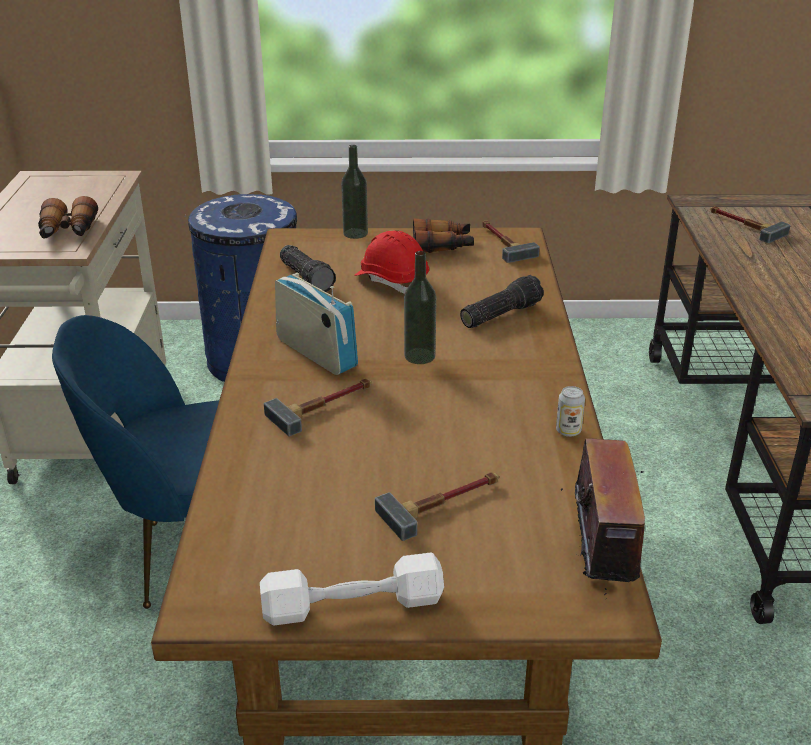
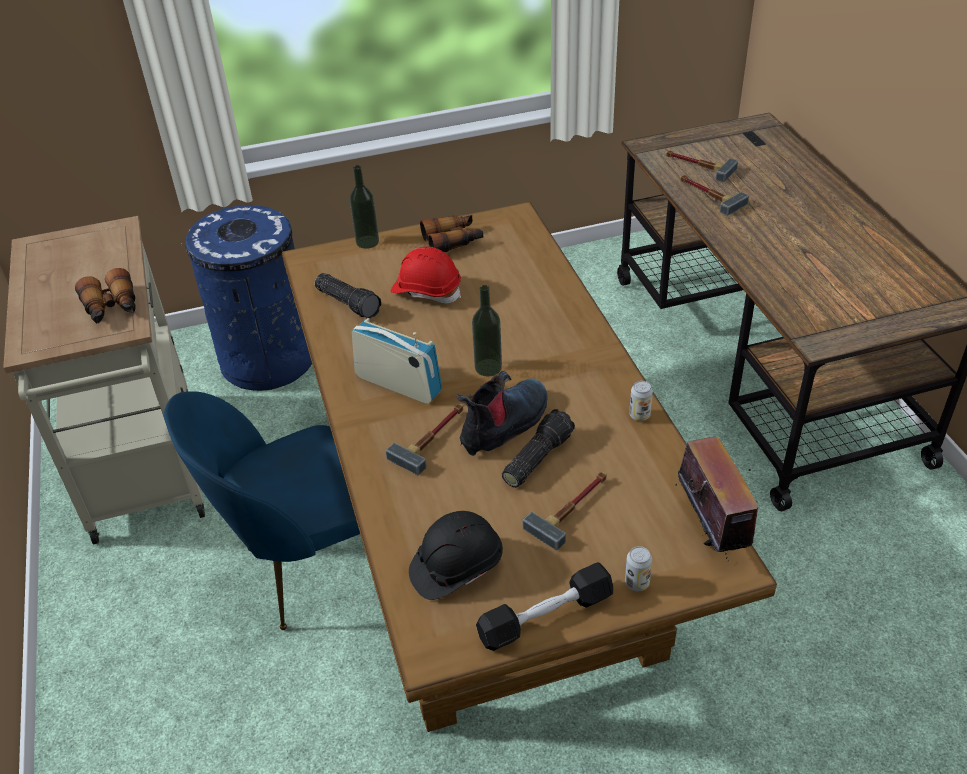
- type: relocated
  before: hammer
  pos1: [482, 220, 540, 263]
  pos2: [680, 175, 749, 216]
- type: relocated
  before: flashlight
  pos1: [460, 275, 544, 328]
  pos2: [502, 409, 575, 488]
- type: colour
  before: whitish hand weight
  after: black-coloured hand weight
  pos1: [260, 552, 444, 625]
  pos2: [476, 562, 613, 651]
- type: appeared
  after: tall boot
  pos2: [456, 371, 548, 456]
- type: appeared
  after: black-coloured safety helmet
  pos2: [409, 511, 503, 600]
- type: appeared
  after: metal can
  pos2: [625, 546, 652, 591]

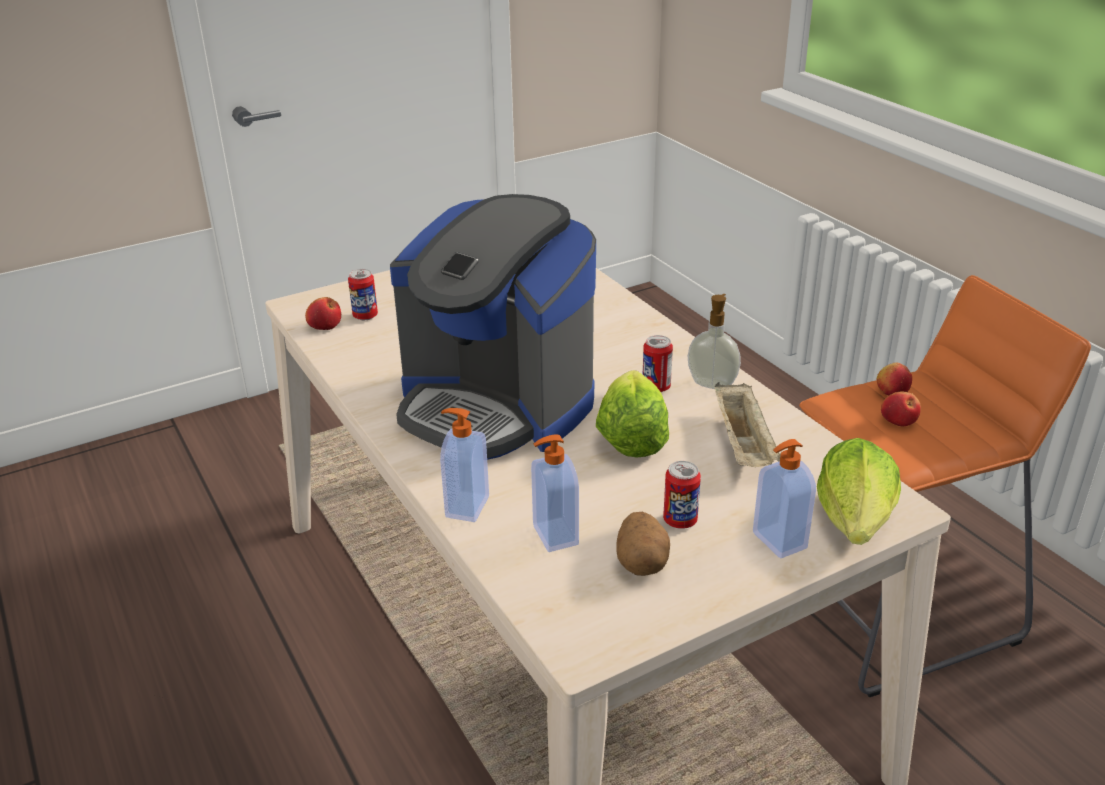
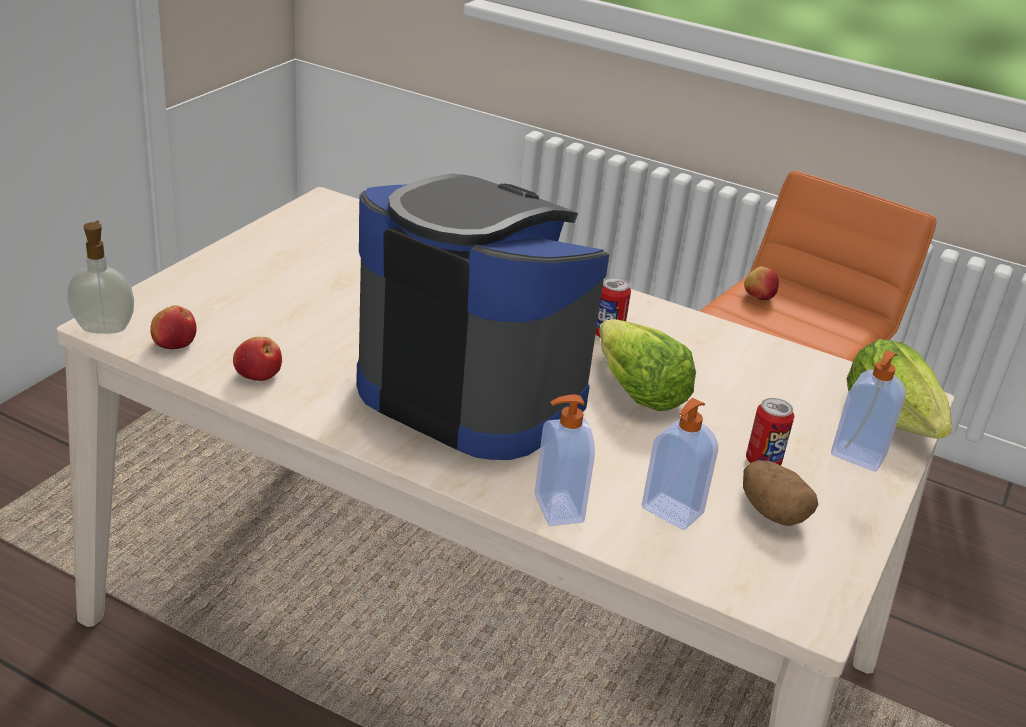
- type: spun
  before: coffee brewer
  pos1: [390, 194, 596, 460]
  pos2: [357, 174, 609, 460]
  turn: -150
- type: missing
  before: metal can
  pos1: [348, 269, 378, 320]
- type: relocated
  before: liquid soap bottle
  pos1: [688, 294, 741, 389]
  pos2: [68, 221, 134, 334]
- type: missing
  before: beige-coloured serving tray
  pos1: [715, 382, 782, 467]
- type: relocated
  before: whole apple
  pos1: [881, 391, 921, 426]
  pos2: [233, 337, 282, 381]

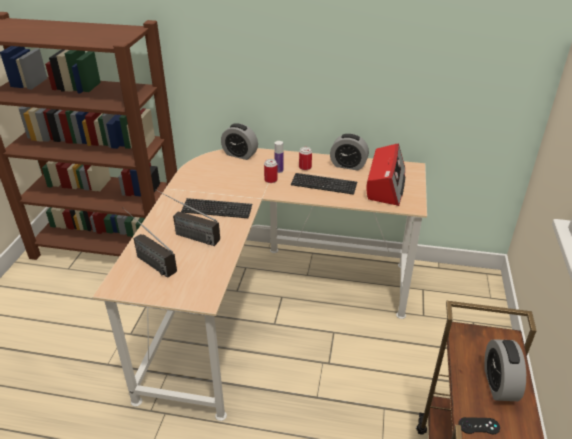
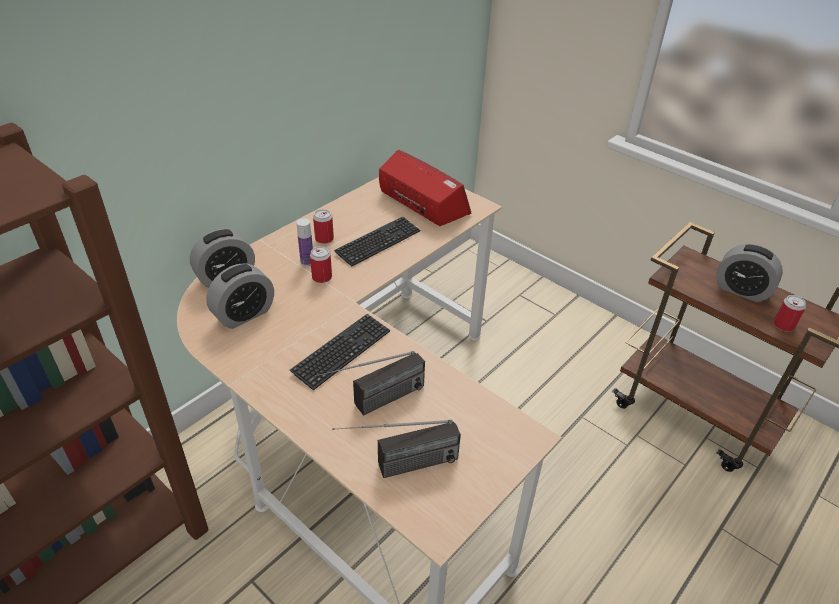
- type: relocated
  before: table clock
  pos1: [330, 134, 369, 170]
  pos2: [206, 263, 274, 329]
- type: exchanged
  before: black-coloured game controller
  after: metal can
  pos1: [458, 417, 500, 434]
  pos2: [773, 295, 806, 332]

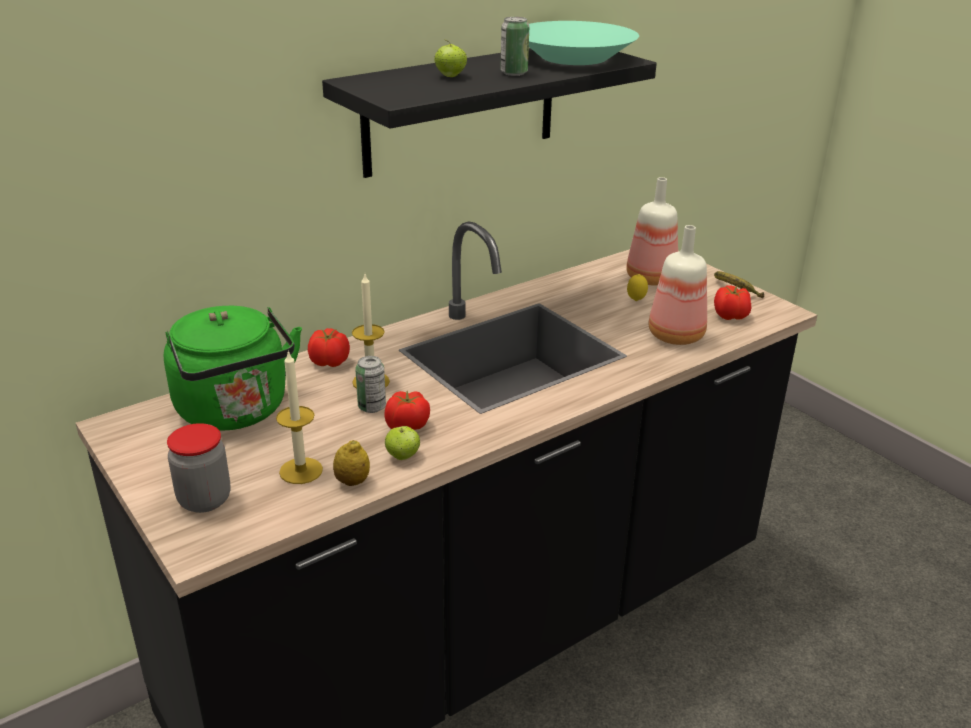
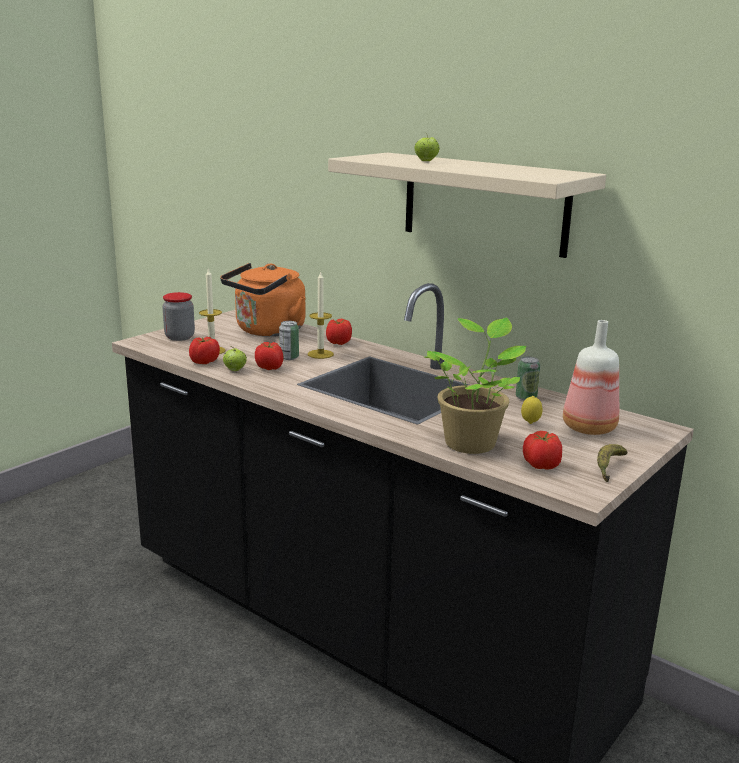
- type: relocated
  before: metal can
  pos1: [500, 17, 529, 76]
  pos2: [516, 357, 540, 400]
- type: missing
  before: turquoise-coloured deep dish
  pos1: [529, 21, 639, 65]
- type: colour
  before: black-coloured bracket shelf
  after: beige-coloured bracket shelf
  pos1: [322, 48, 657, 178]
  pos2: [328, 153, 606, 258]
- type: exchanged
  before: bottle
  after: houseplant
  pos1: [649, 225, 707, 345]
  pos2: [425, 317, 526, 454]
- type: colour
  before: greenish water kettle
  after: orange water kettle
  pos1: [164, 306, 302, 431]
  pos2: [220, 263, 306, 337]
- type: exchanged
  before: lemon
  after: whole tomato
  pos1: [333, 440, 370, 486]
  pos2: [189, 337, 220, 364]

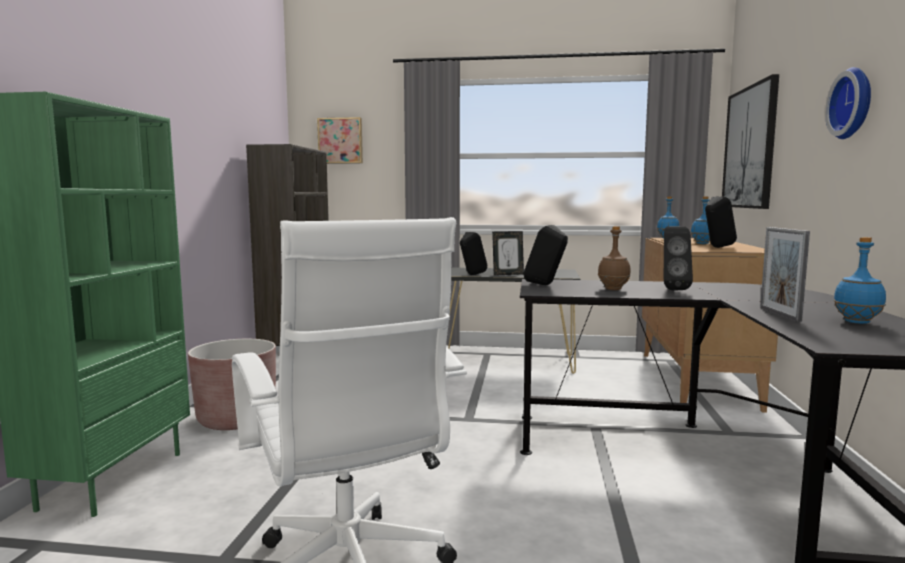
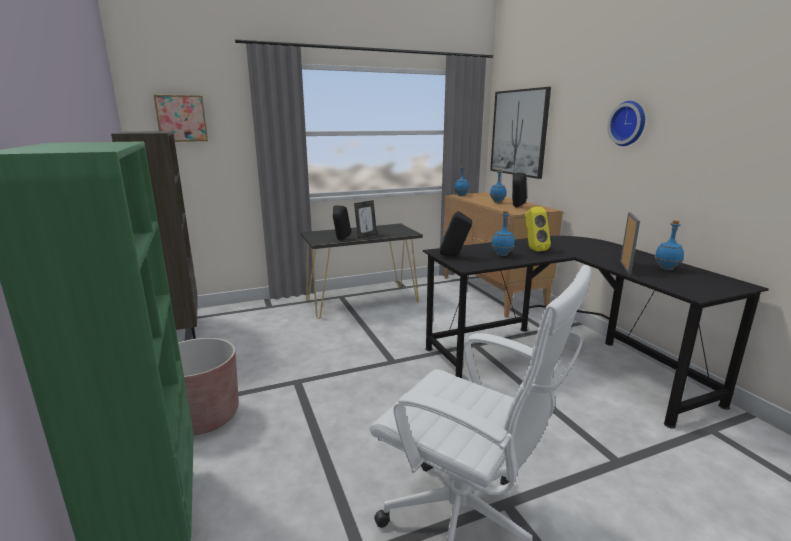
- type: colour
  before: brown-coloured bottle
  after: bluish bottle
  pos1: [598, 226, 631, 290]
  pos2: [492, 211, 515, 256]
- type: colour
  before: black-coloured audio speaker
  after: yellow audio speaker
  pos1: [664, 226, 693, 291]
  pos2: [525, 207, 551, 252]
- type: spun
  before: photo frame
  pos1: [760, 227, 810, 322]
  pos2: [620, 212, 640, 274]
  turn: -135

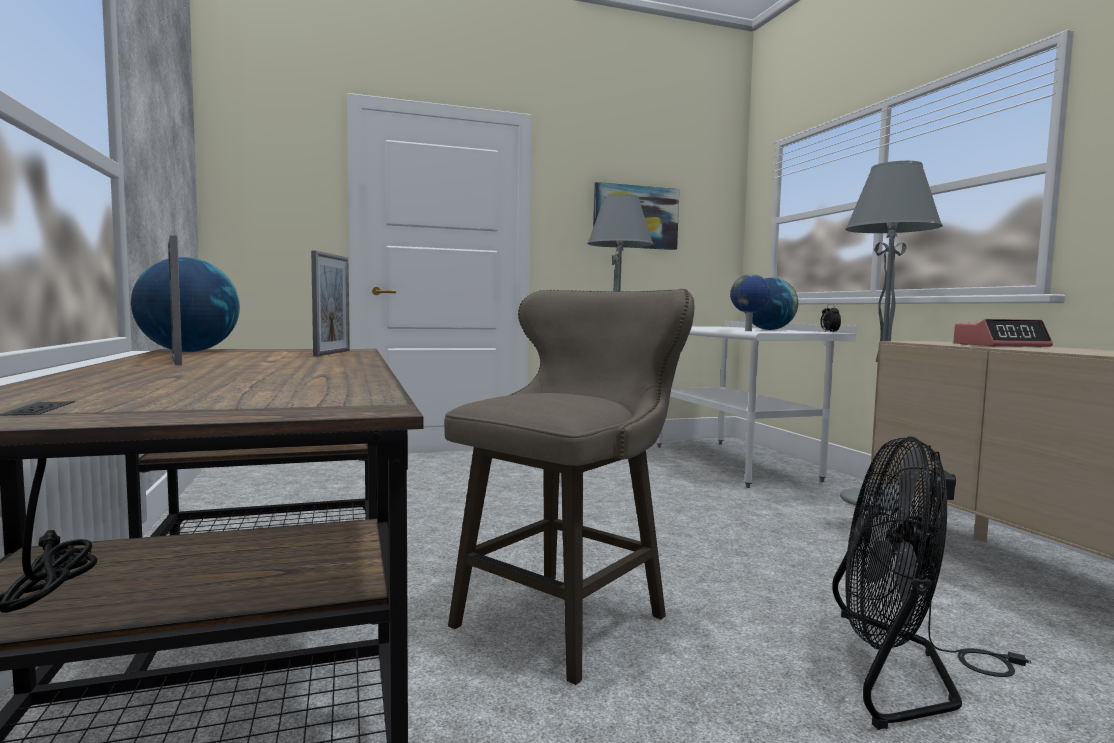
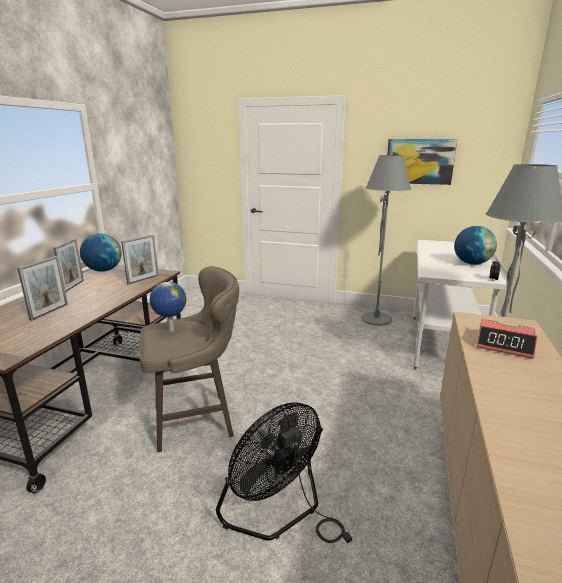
- type: relocated
  before: world globe
  pos1: [730, 274, 771, 331]
  pos2: [150, 282, 186, 332]
- type: appeared
  after: photo frame
  pos2: [17, 256, 68, 321]

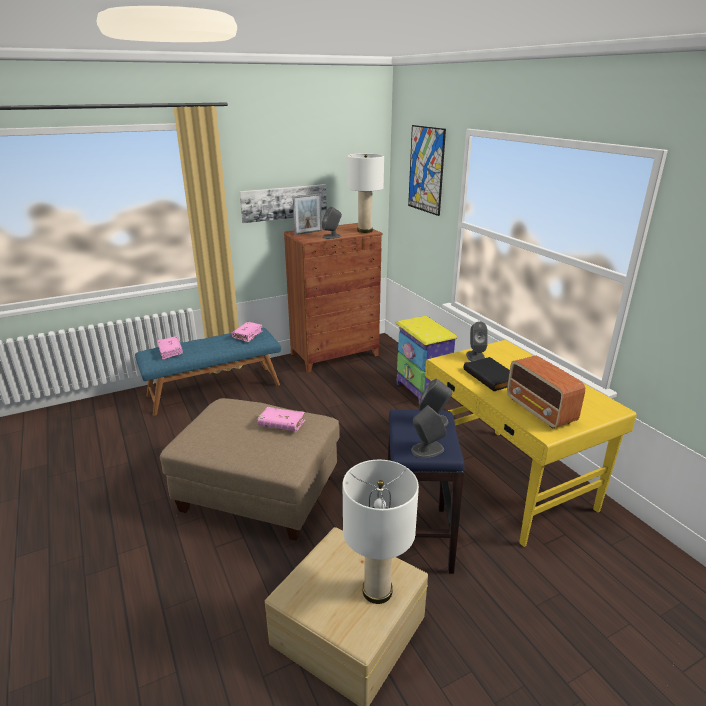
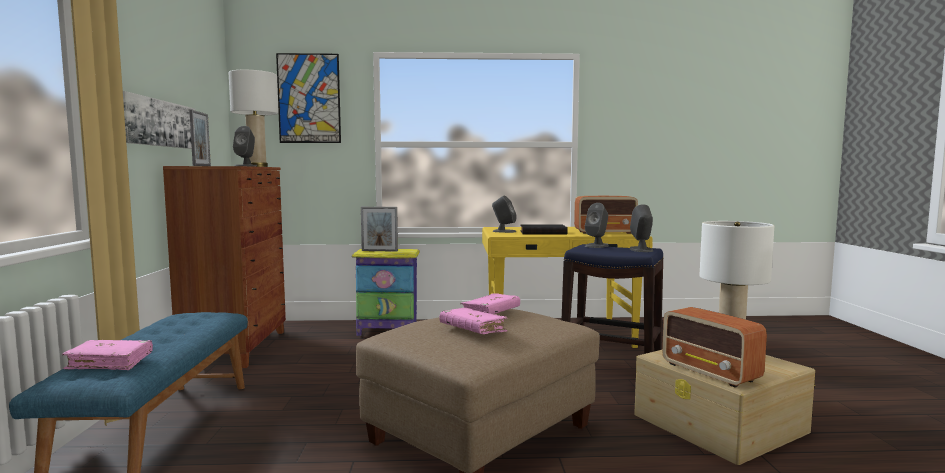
- type: relocated
  before: pinkish volume
  pos1: [231, 322, 263, 342]
  pos2: [439, 308, 508, 334]
- type: appeared
  after: photo frame
  pos2: [361, 207, 398, 252]
- type: appeared
  after: radio set
  pos2: [662, 307, 767, 388]

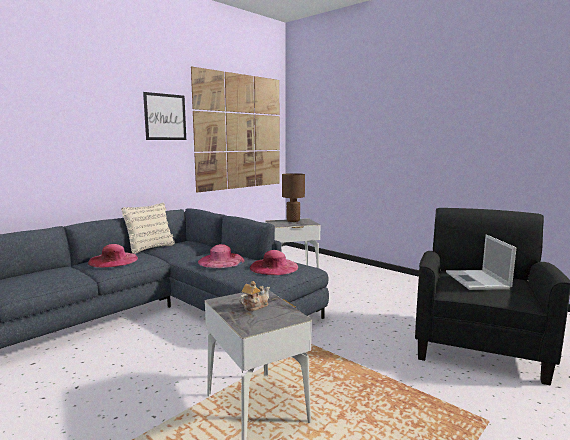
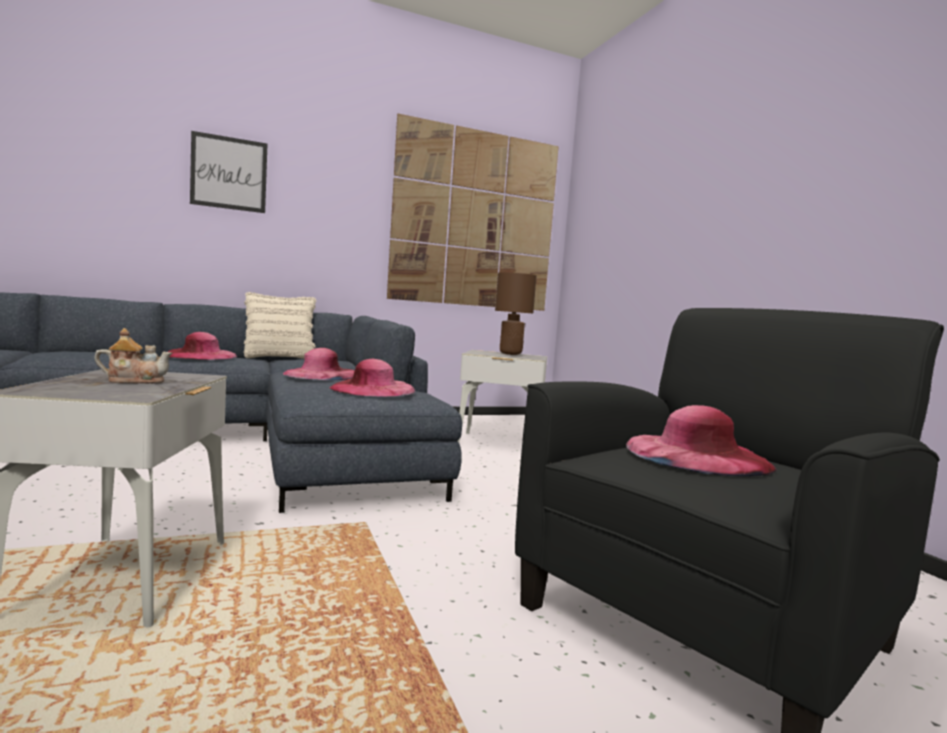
- type: relocated
  before: wall picture
  pos1: [143, 92, 186, 140]
  pos2: [190, 131, 268, 213]
- type: exchanged
  before: portable computer
  after: pinkish clothing hat
  pos1: [446, 234, 516, 290]
  pos2: [626, 405, 777, 476]

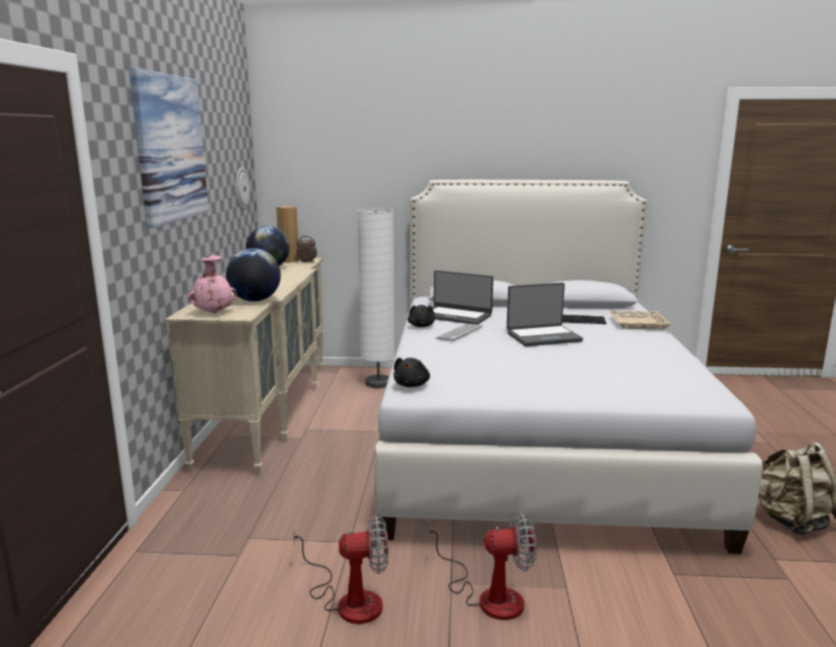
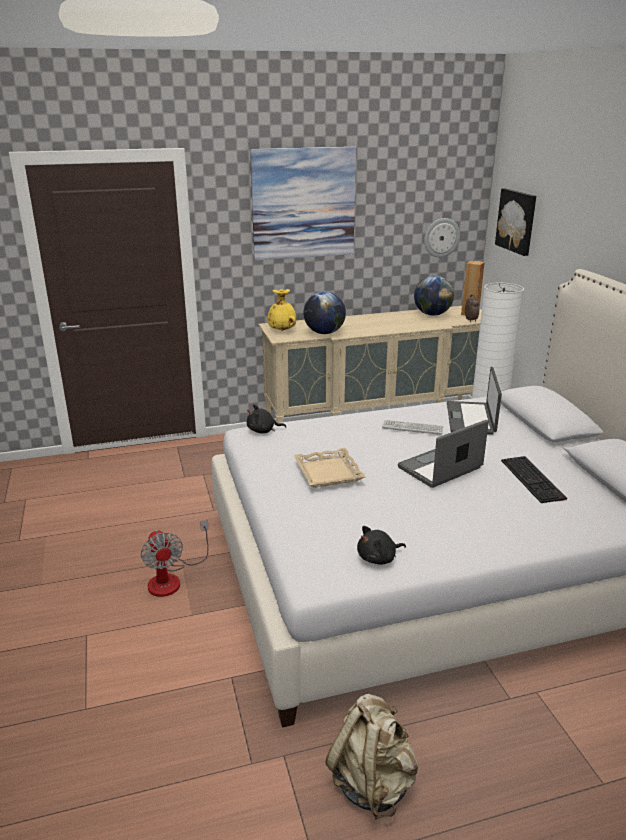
- type: colour
  before: pinkish decorative vase
  after: yellow decorative vase
  pos1: [188, 255, 237, 313]
  pos2: [268, 289, 296, 331]
- type: spun
  before: portable computer
  pos1: [507, 283, 583, 347]
  pos2: [398, 420, 489, 488]
  turn: 90
- type: relocated
  before: black-coloured plush toy
  pos1: [408, 305, 435, 327]
  pos2: [357, 526, 406, 565]
- type: relocated
  before: beige-coloured serving tray
  pos1: [609, 310, 672, 329]
  pos2: [294, 448, 366, 488]
- type: missing
  before: electric fan
  pos1: [293, 514, 388, 624]
- type: appeared
  after: wall picture
  pos2: [495, 188, 536, 256]

